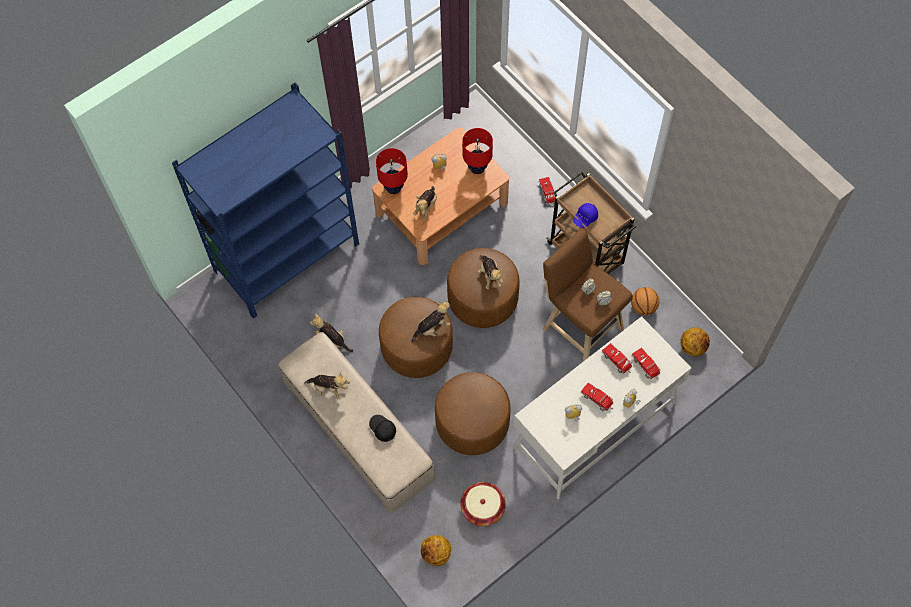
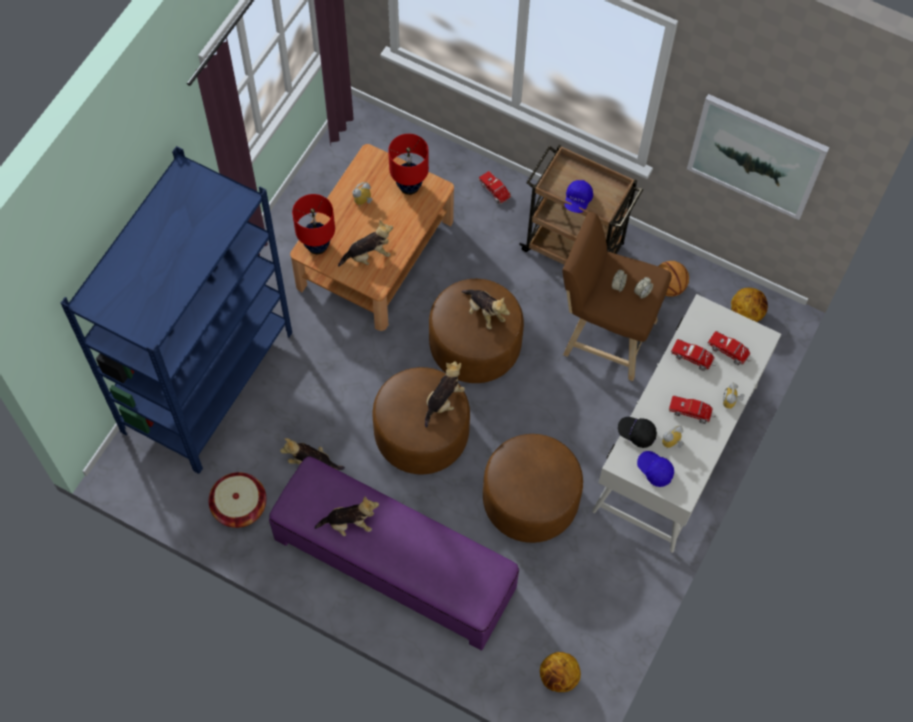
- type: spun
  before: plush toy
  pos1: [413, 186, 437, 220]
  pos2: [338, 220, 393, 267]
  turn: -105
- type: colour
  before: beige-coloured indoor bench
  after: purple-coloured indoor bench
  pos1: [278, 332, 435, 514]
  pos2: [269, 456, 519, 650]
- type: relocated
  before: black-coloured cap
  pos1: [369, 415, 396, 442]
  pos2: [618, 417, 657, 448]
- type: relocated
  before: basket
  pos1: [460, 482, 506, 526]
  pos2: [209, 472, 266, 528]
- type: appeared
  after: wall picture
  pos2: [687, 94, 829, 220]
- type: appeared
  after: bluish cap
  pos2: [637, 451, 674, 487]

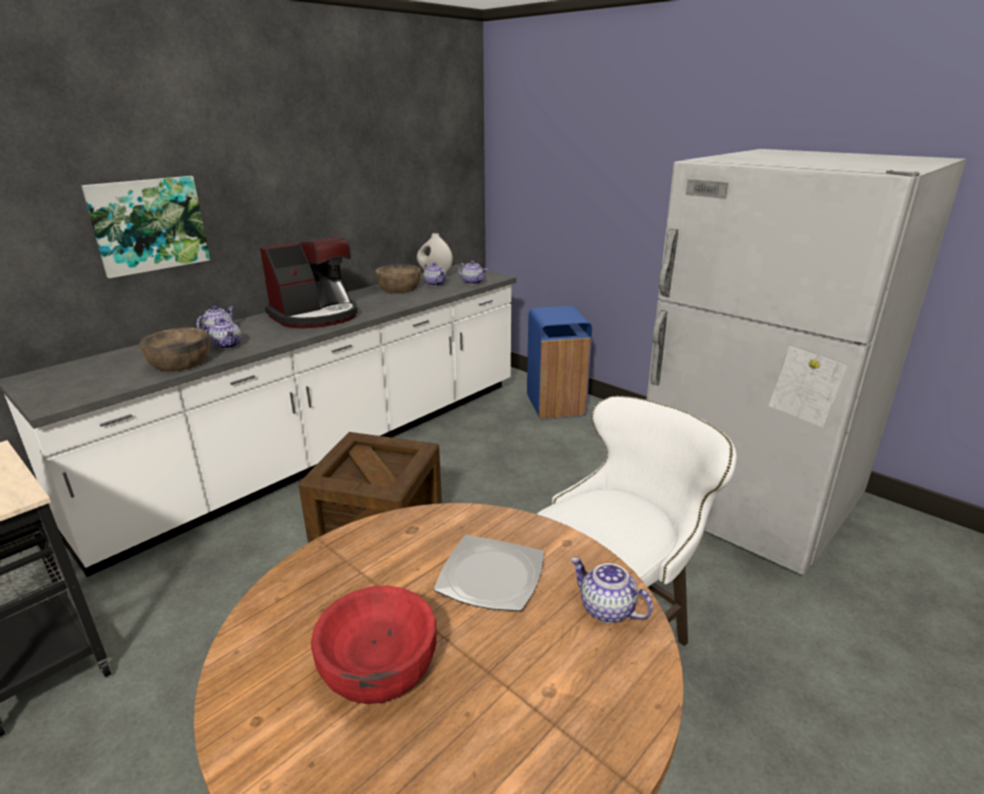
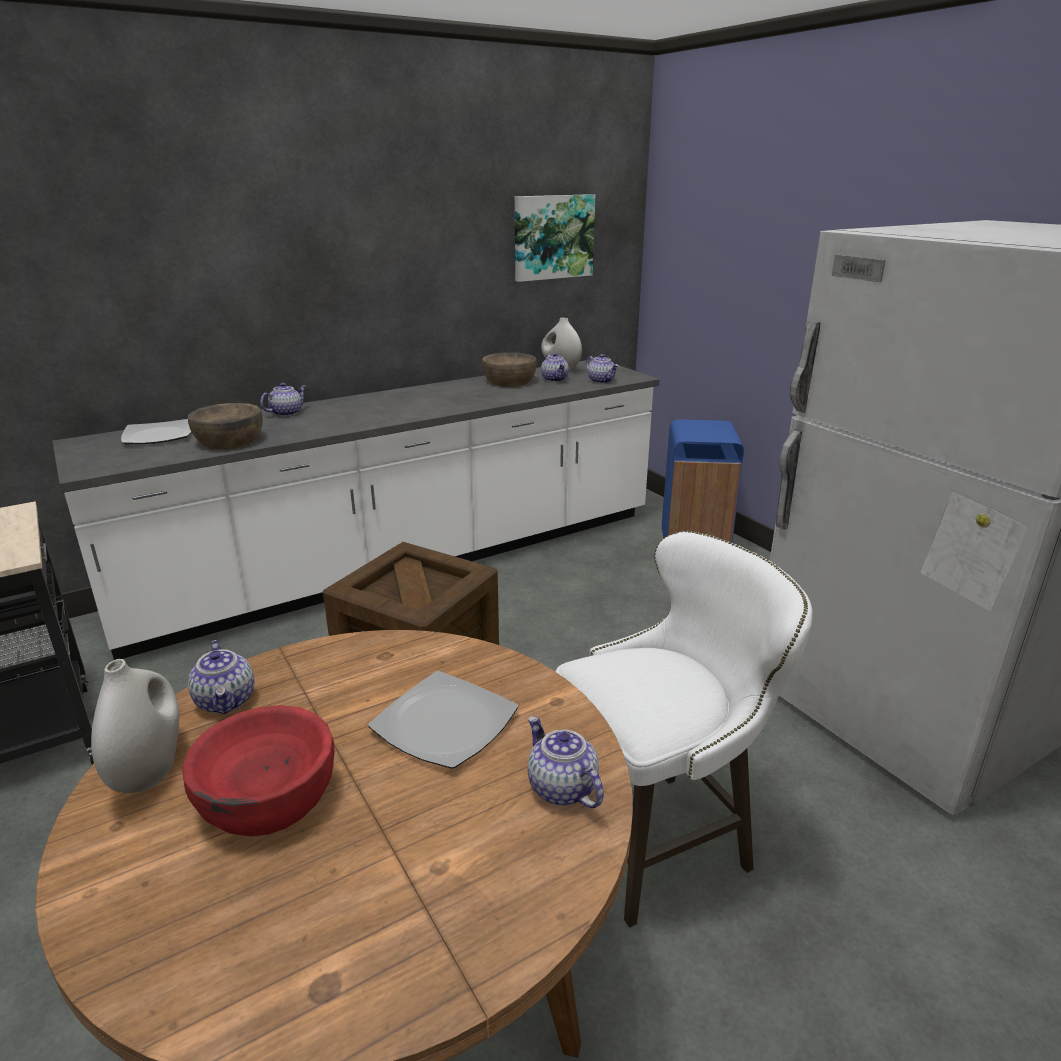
- type: relocated
  before: wall picture
  pos1: [81, 176, 210, 278]
  pos2: [515, 194, 595, 282]
- type: missing
  before: coffee brewer
  pos1: [260, 238, 358, 329]
- type: relocated
  before: teapot
  pos1: [209, 318, 241, 349]
  pos2: [188, 640, 254, 714]
- type: appeared
  after: plate
  pos2: [121, 419, 191, 444]
- type: appeared
  after: whitish decorative vase
  pos2: [91, 659, 179, 793]

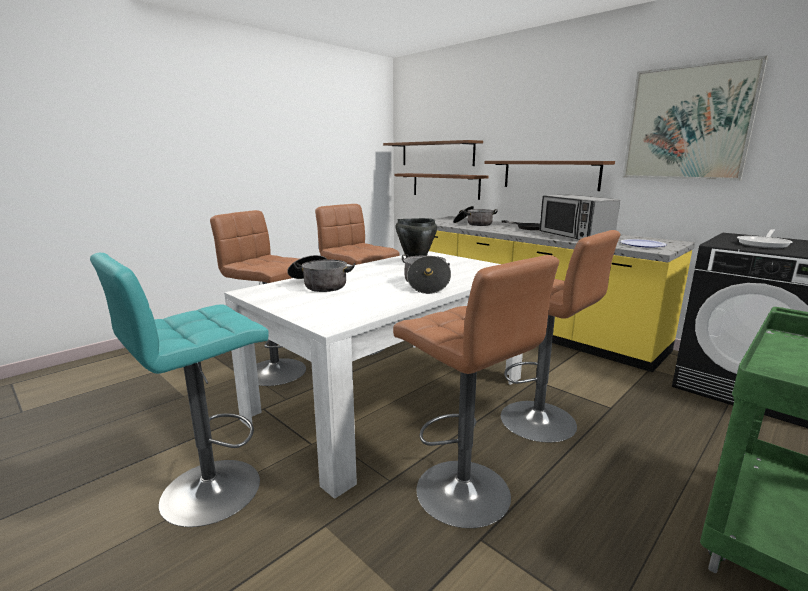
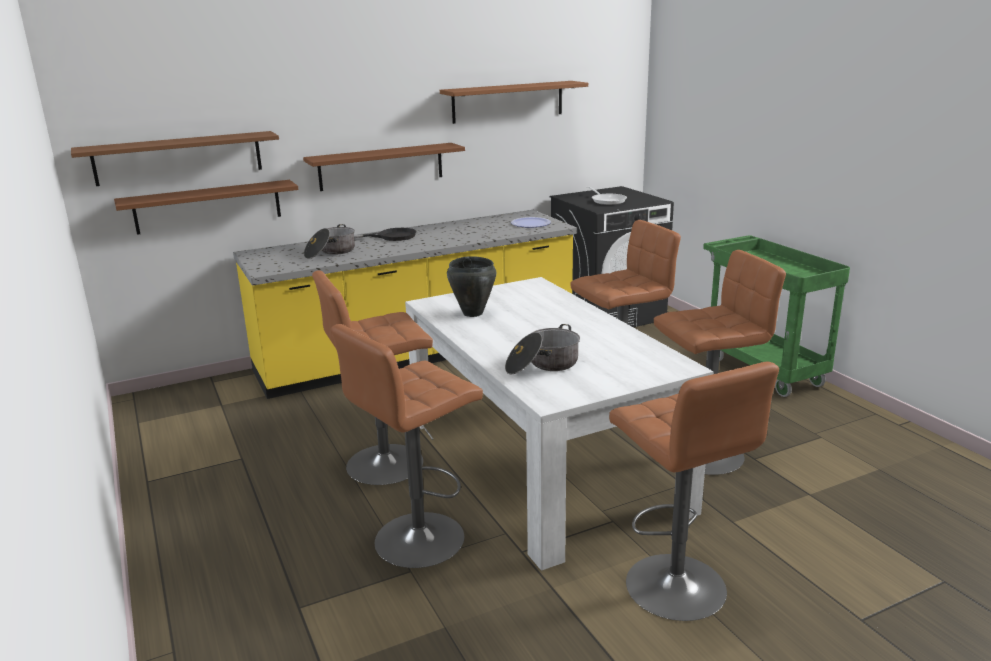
- type: exchanged
  before: wall picture
  after: brown-coloured bracket shelf
  pos1: [623, 56, 768, 181]
  pos2: [440, 81, 588, 124]
- type: missing
  before: kitchen microwave
  pos1: [540, 194, 620, 240]
- type: colour
  before: turquoise-coloured sitting stool
  after: brown-coloured sitting stool
  pos1: [90, 253, 268, 527]
  pos2: [609, 362, 779, 621]
- type: missing
  before: stockpot
  pos1: [402, 254, 451, 294]

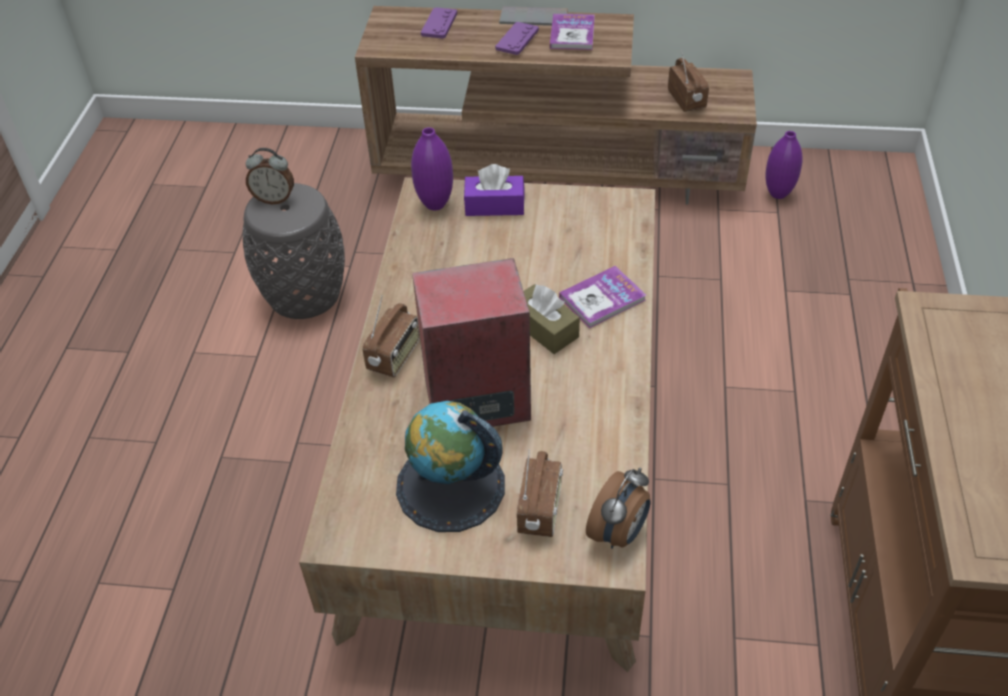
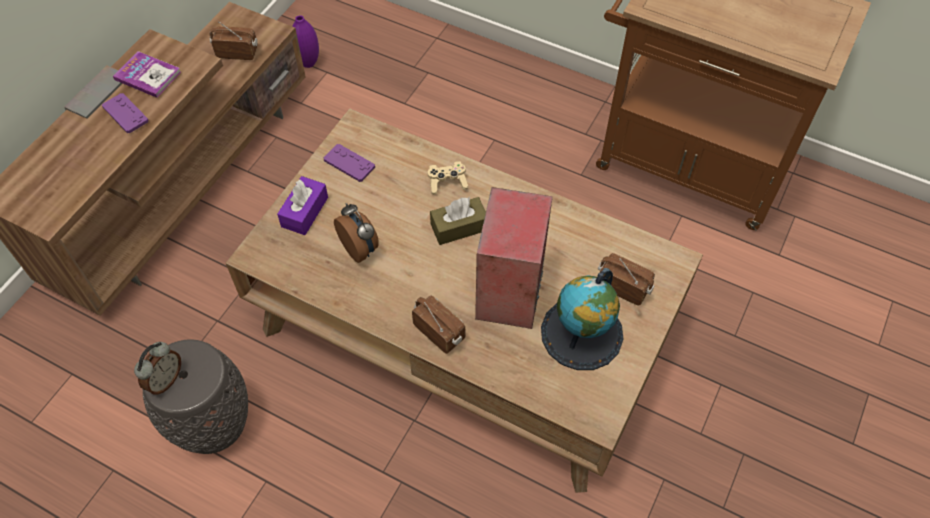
- type: relocated
  before: purple-coloured game controller
  pos1: [421, 7, 457, 39]
  pos2: [324, 144, 375, 182]
- type: missing
  before: purple-coloured decorative vase
  pos1: [411, 127, 453, 210]
- type: exchanged
  before: volume
  after: beige-coloured game controller
  pos1: [559, 266, 646, 328]
  pos2: [427, 161, 469, 194]
- type: relocated
  before: table clock
  pos1: [586, 467, 650, 549]
  pos2: [334, 203, 378, 263]

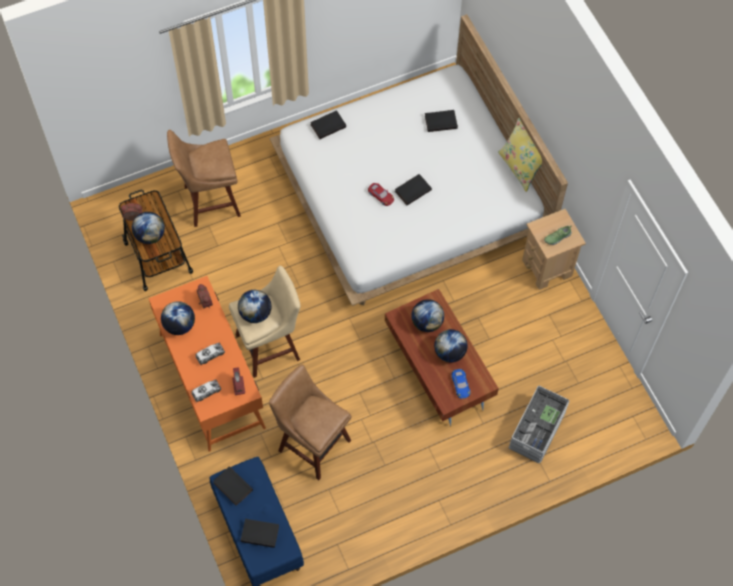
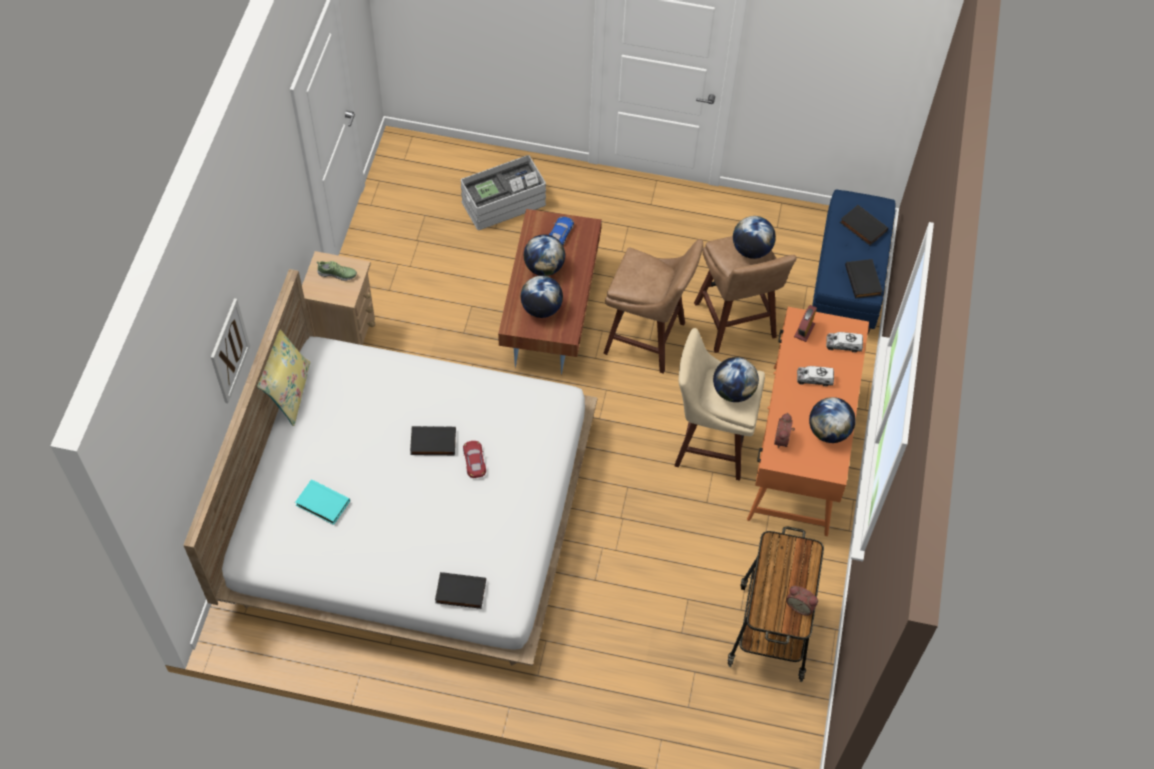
- type: colour
  before: black-coloured volume
  after: turquoise-coloured volume
  pos1: [425, 110, 458, 132]
  pos2: [295, 479, 350, 525]
- type: relocated
  before: brown-coloured sitting stool
  pos1: [167, 130, 241, 227]
  pos2: [603, 239, 703, 374]
- type: relocated
  before: world globe
  pos1: [132, 212, 165, 244]
  pos2: [733, 216, 776, 259]
- type: appeared
  after: wall picture
  pos2: [211, 298, 250, 403]

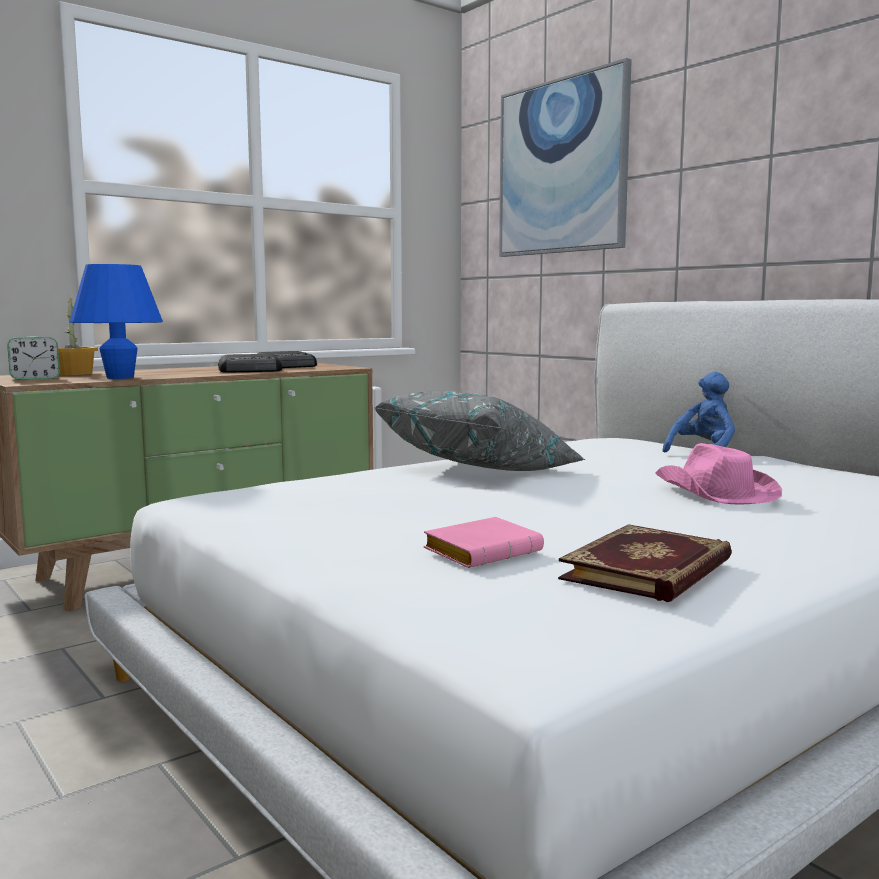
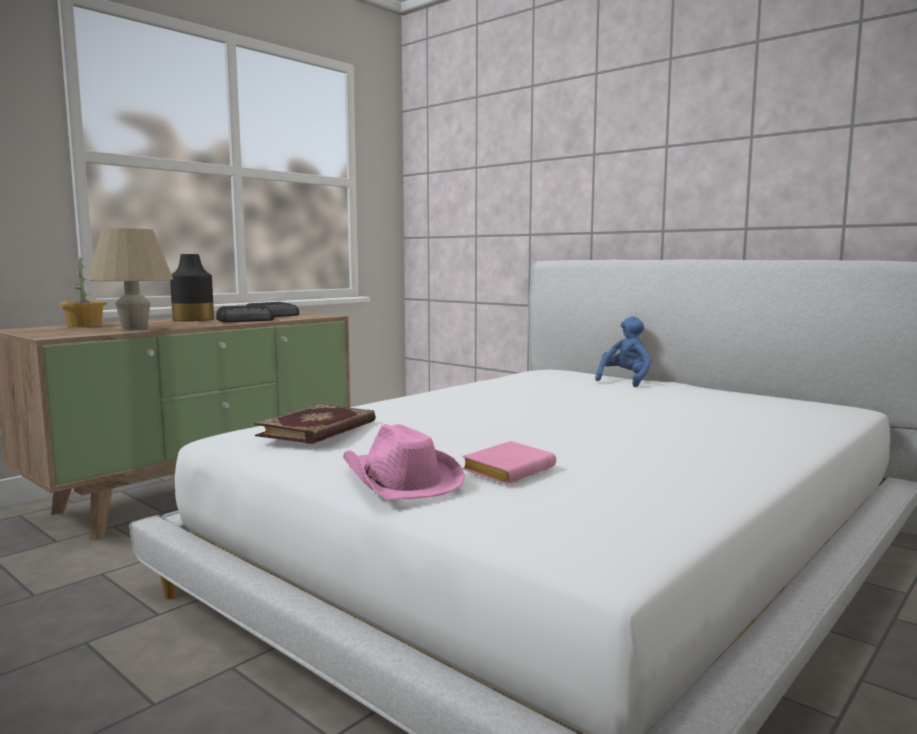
- type: missing
  before: wall picture
  pos1: [499, 58, 632, 257]
- type: colour
  before: bluish lamp for a table
  after: beige-coloured lamp for a table
  pos1: [69, 264, 163, 379]
  pos2: [88, 228, 173, 330]
- type: missing
  before: table clock
  pos1: [7, 337, 60, 380]
- type: missing
  before: gray pillow
  pos1: [374, 391, 586, 471]
- type: relocated
  before: pinkish clothing hat
  pos1: [655, 443, 782, 505]
  pos2: [343, 424, 465, 499]
- type: relocated
  before: volume
  pos1: [558, 524, 732, 602]
  pos2: [254, 404, 376, 444]
- type: appeared
  after: black-coloured decorative vase
  pos2: [170, 254, 214, 321]

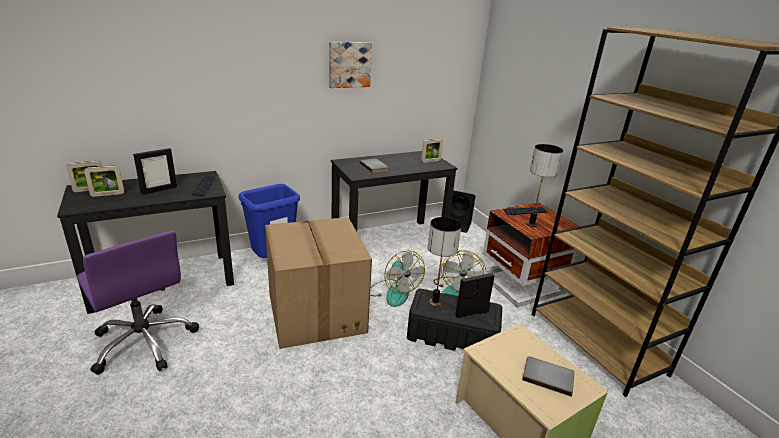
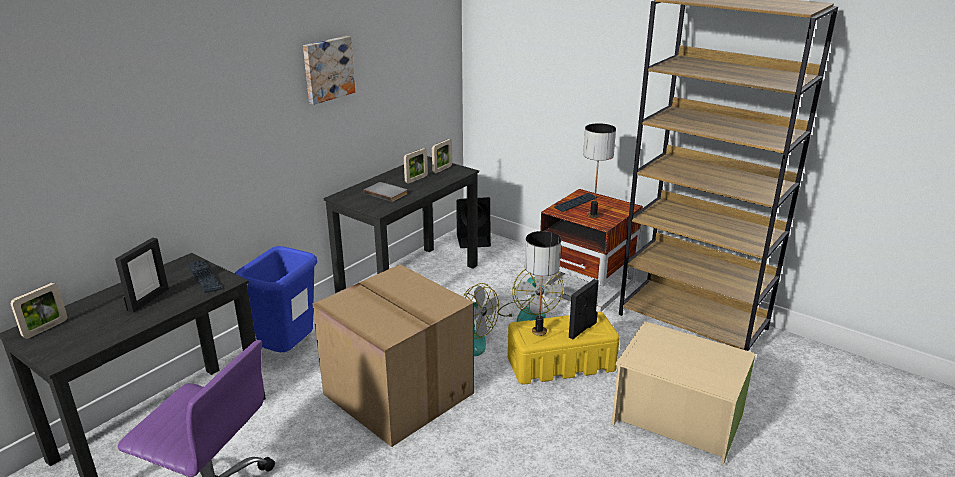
- type: relocated
  before: photo frame
  pos1: [84, 165, 124, 197]
  pos2: [404, 148, 428, 184]
- type: colour
  before: black-coloured storage bin
  after: yellow storage bin
  pos1: [407, 289, 502, 351]
  pos2: [508, 312, 620, 385]
- type: missing
  before: gray volume
  pos1: [522, 356, 575, 396]

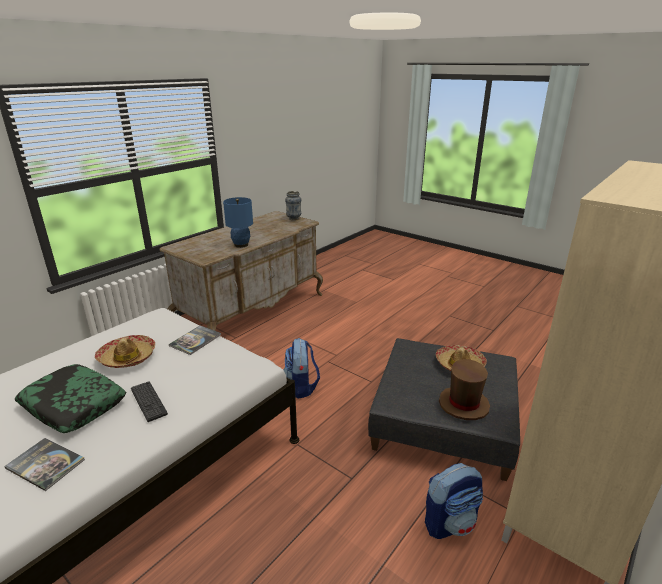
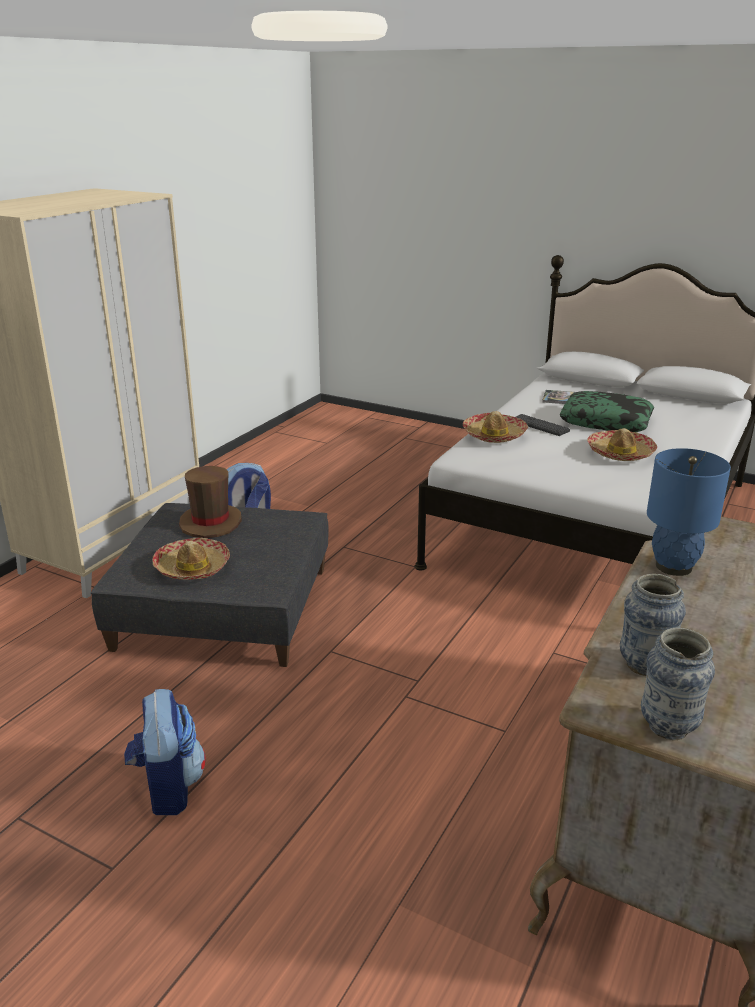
- type: missing
  before: volume
  pos1: [169, 325, 221, 355]
- type: relocated
  before: backpack
  pos1: [284, 338, 320, 399]
  pos2: [124, 689, 206, 815]
- type: appeared
  after: clothing hat
  pos2: [463, 411, 528, 443]
- type: appeared
  after: decorative vase
  pos2: [620, 574, 686, 676]

